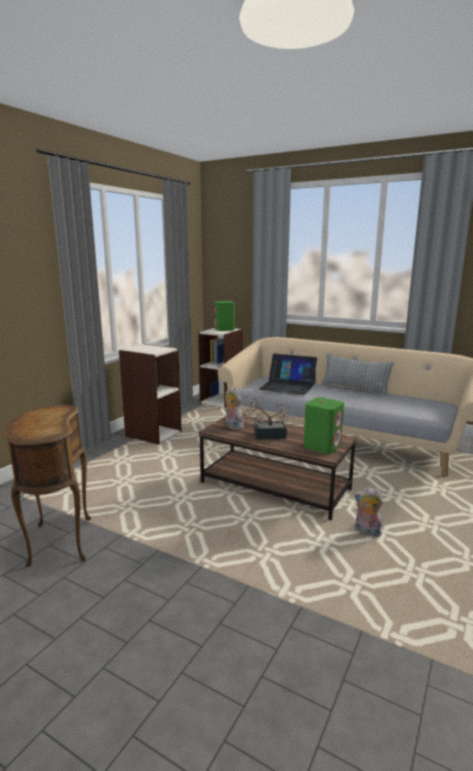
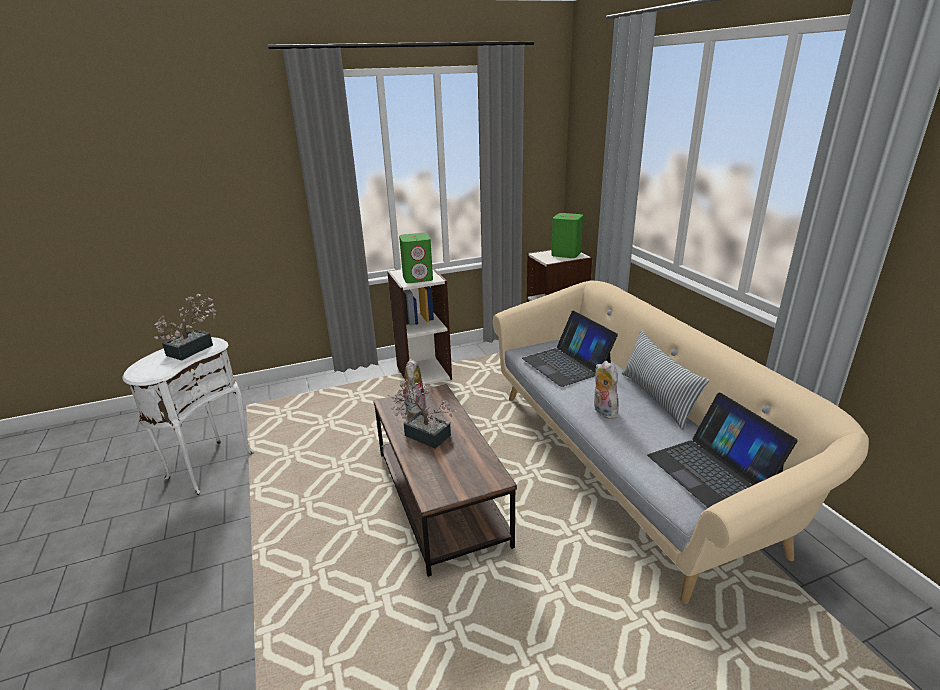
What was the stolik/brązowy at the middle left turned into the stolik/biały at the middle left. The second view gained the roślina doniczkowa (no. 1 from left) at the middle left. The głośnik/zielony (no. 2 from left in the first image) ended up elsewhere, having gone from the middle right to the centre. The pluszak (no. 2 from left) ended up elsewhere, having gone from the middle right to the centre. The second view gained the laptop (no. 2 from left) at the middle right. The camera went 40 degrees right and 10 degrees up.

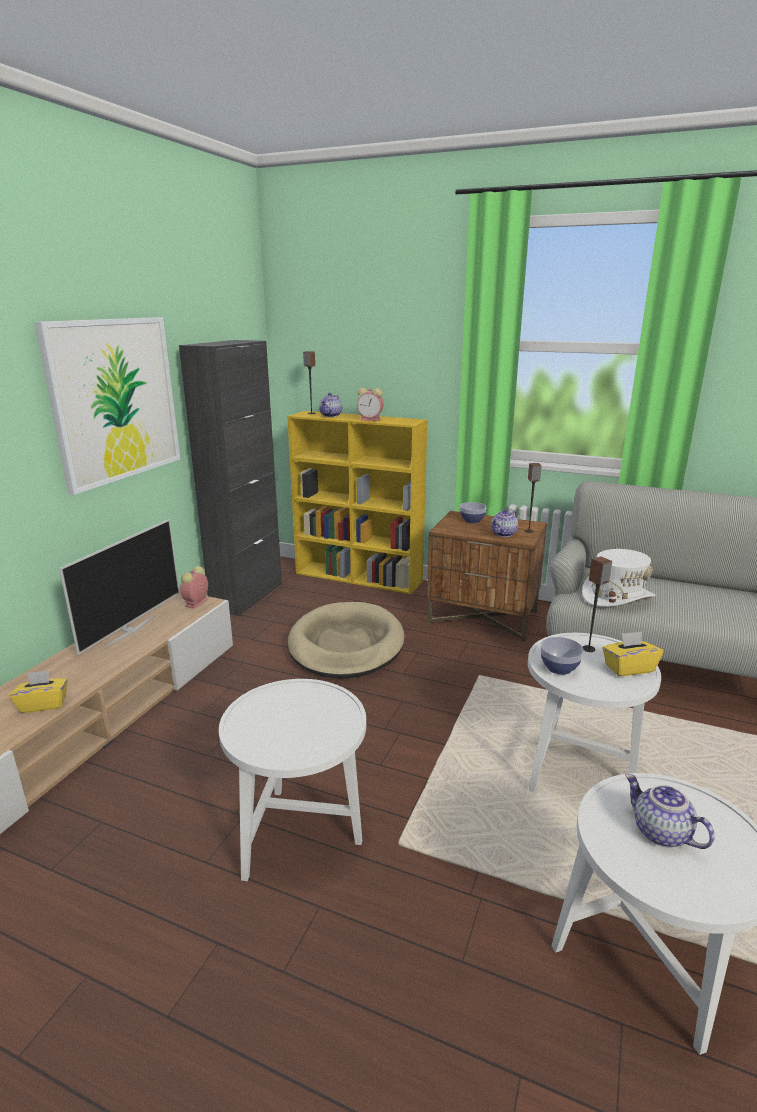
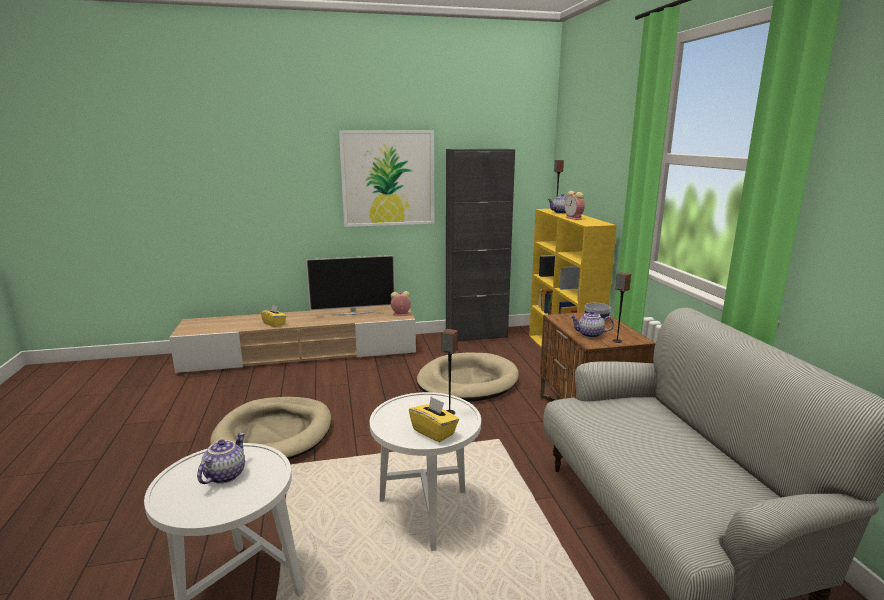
Where the stolik/biały (no. 1 from left) stood at the bottom centre, the legowisko/beżowy (no. 1 from left) came to stand at the bottom left. The second view lost the miska (no. 2 from left) at the middle right. The second view lost the kapelusz/biały at the middle right. The camera went 55 degrees right and 5 degrees down.

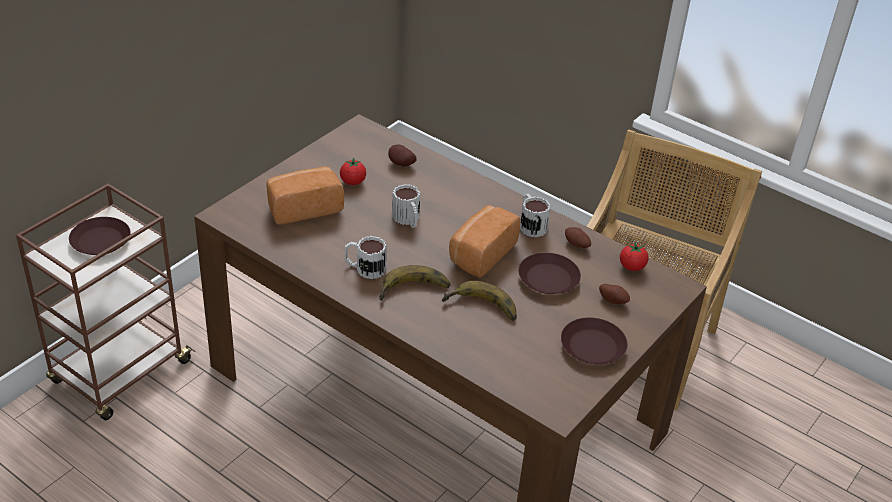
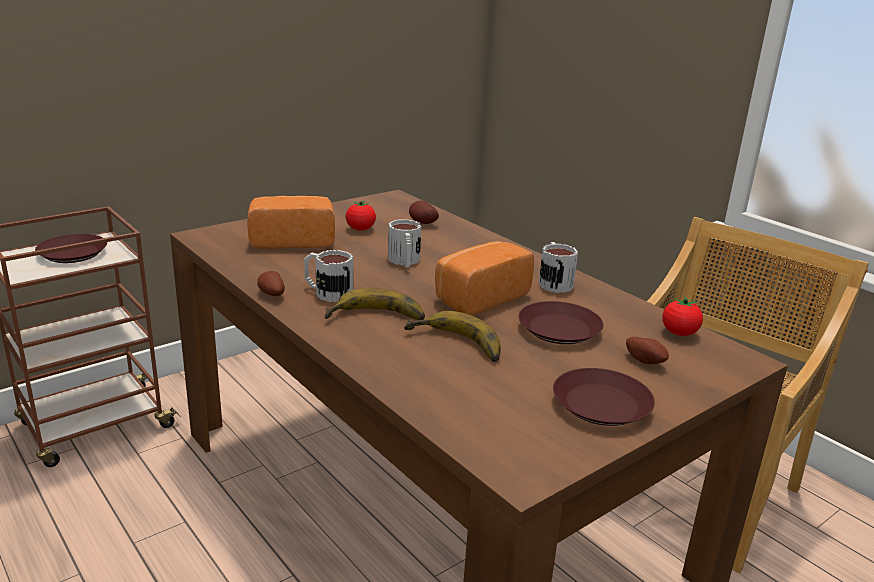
The ziemniak (no. 2 from left in the first image) ended up elsewhere, having gone from the centre to the middle left. The camera went 15 degrees right and 15 degrees down.

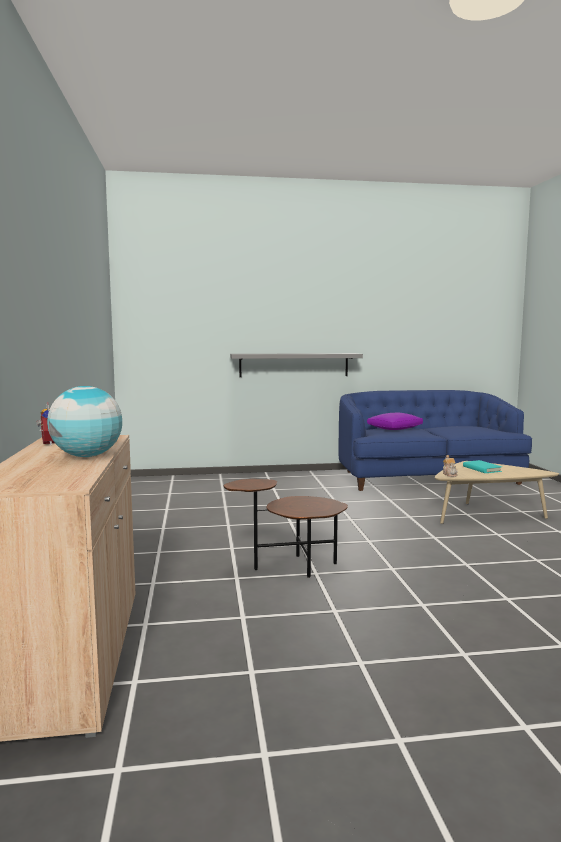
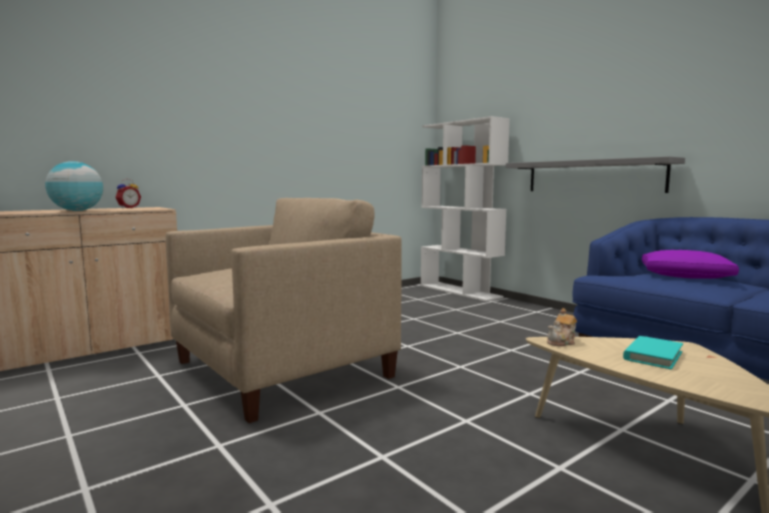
Where the stolik/brązowy stood at the centre, the fotel/beżowy came to stand at the centre. The second view gained the regał/biały at the centre. The camera went 60 degrees right and 0 degrees up.

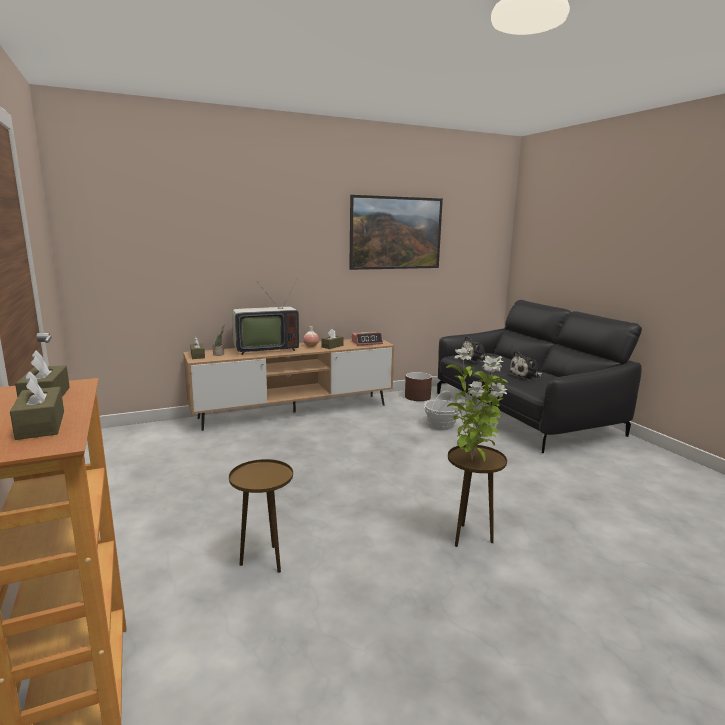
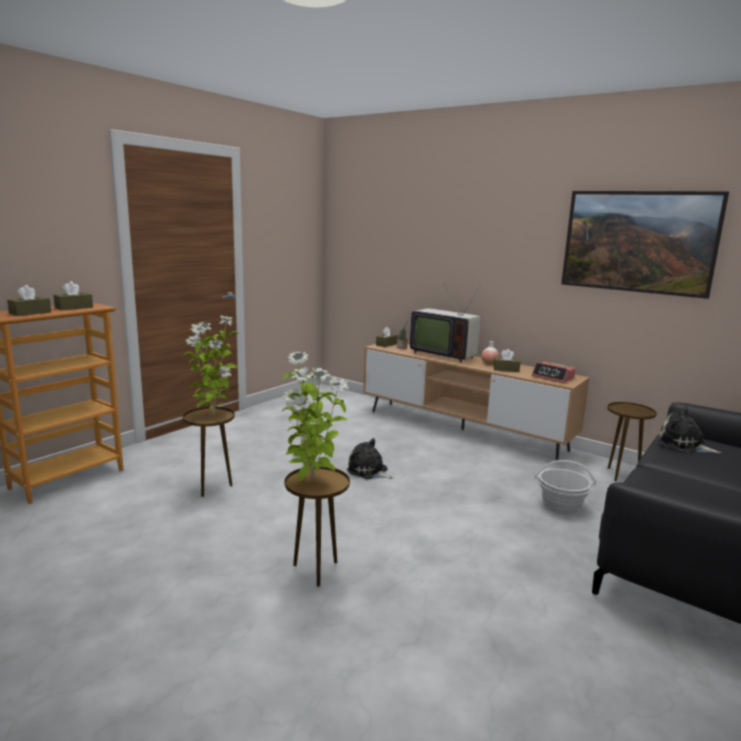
The second view gained the roślina doniczkowa (no. 1 from left) at the middle left. The pluszak (no. 2 from left in the first image) ended up elsewhere, having gone from the middle right to the centre. Where the donica/brązowy stood at the centre, the stolik/brązowy (no. 3 from left) came to stand at the middle right. The camera went 60 degrees right and 0 degrees up.

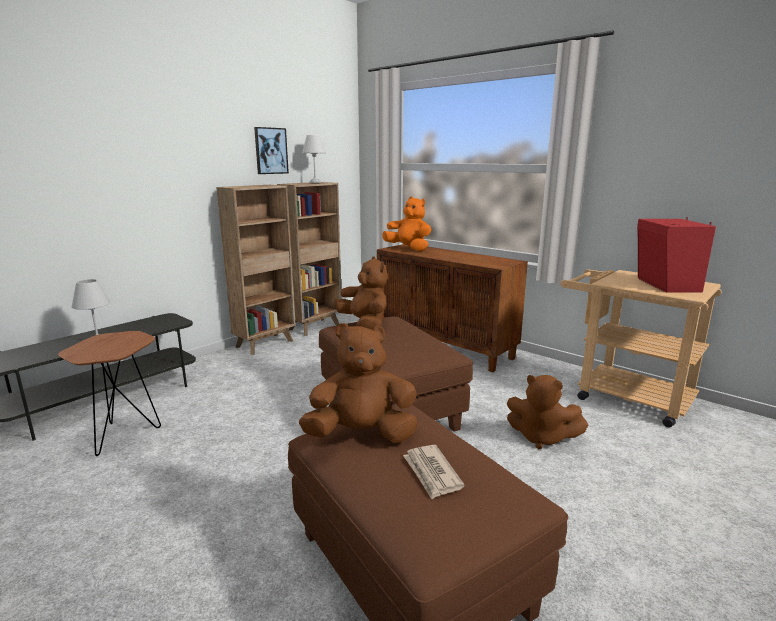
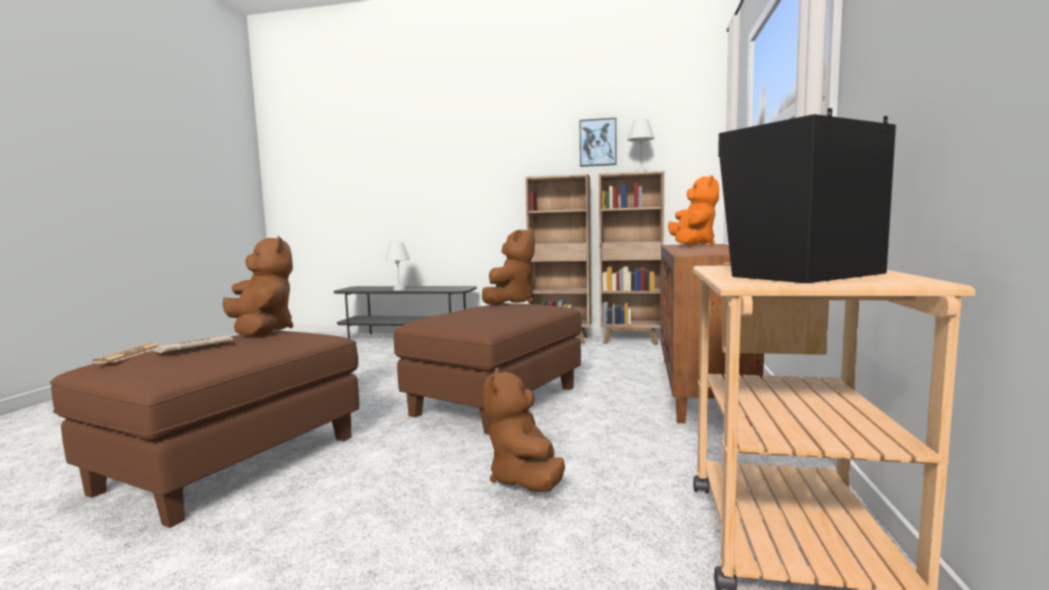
The second view gained the gazeta (no. 1 from left) at the middle left. What was the głośnik/czerwony at the middle right turned into the głośnik/czarny at the top right. The second view lost the stolik/brązowy at the middle left. The camera went 60 degrees right and 10 degrees down.

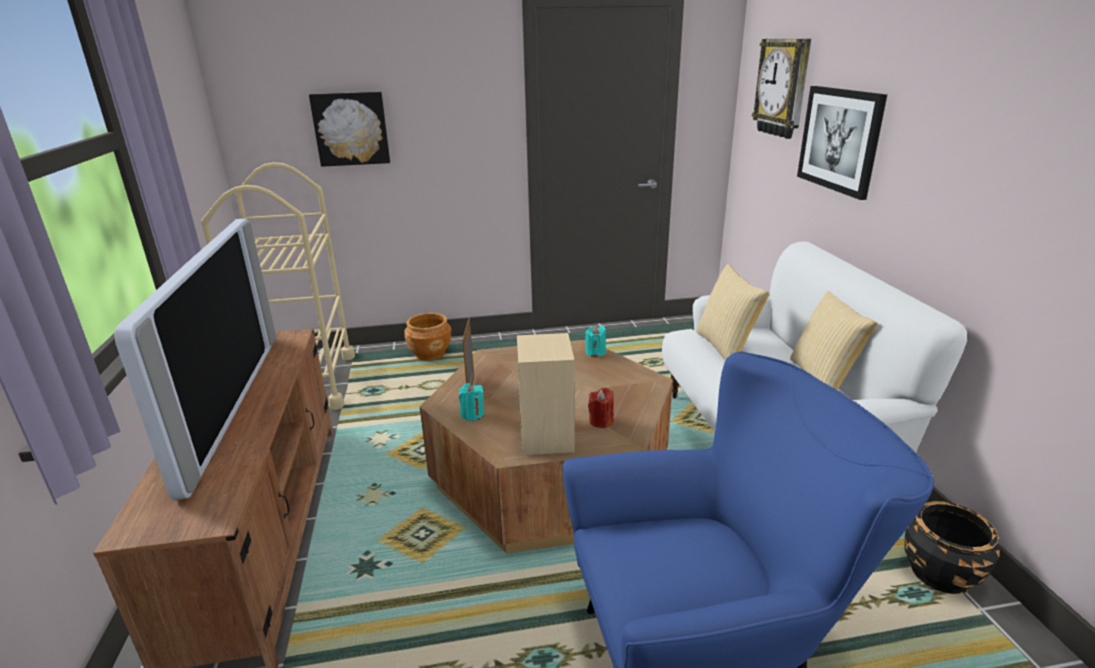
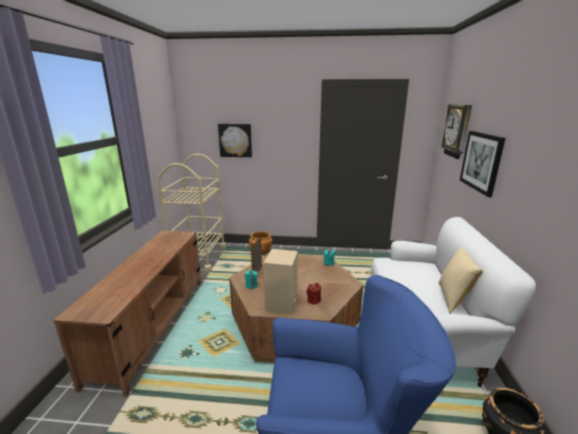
The second view lost the telewizor at the middle left. The second view lost the poduszka (no. 1 from left) at the middle right. The camera went 15 degrees right and 5 degrees down.

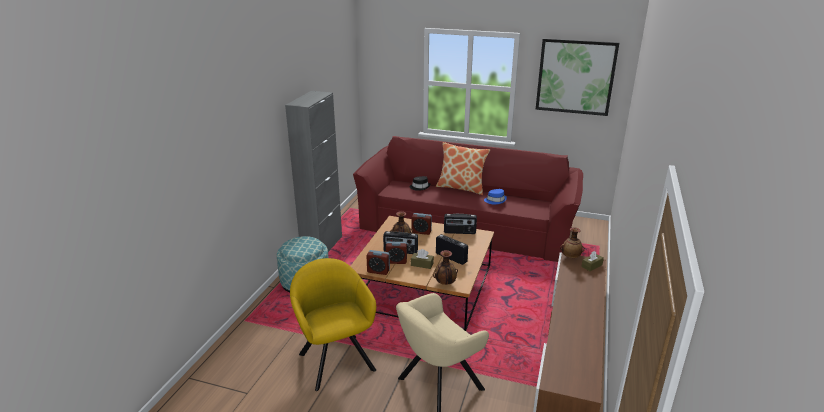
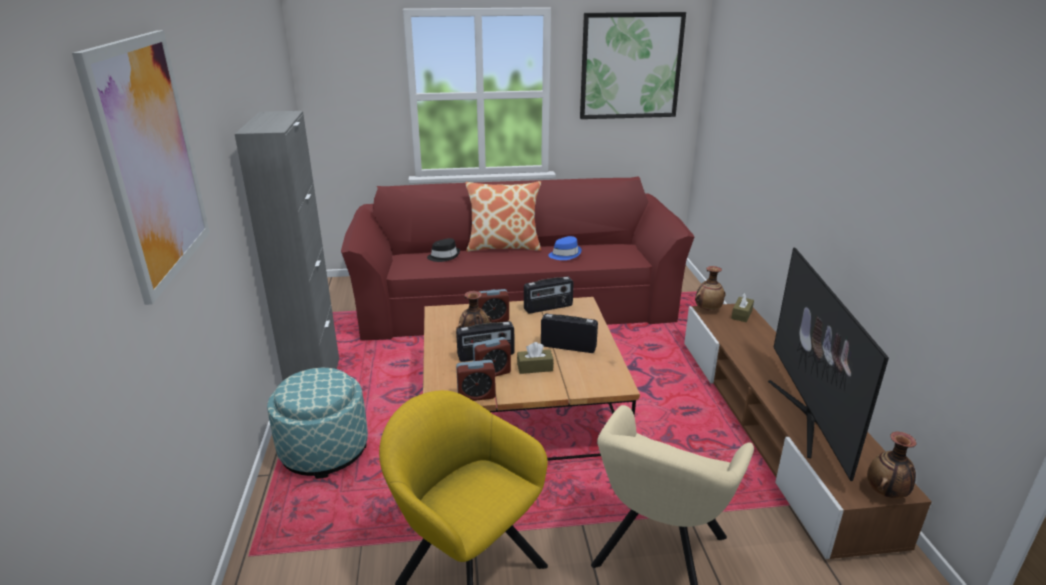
The second view gained the obraz (no. 1 from left) at the top left. The second view gained the telewizor at the middle right. The wazon (no. 2 from left in the first image) ended up elsewhere, having gone from the centre to the bottom right. The camera went 25 degrees left and 0 degrees up.

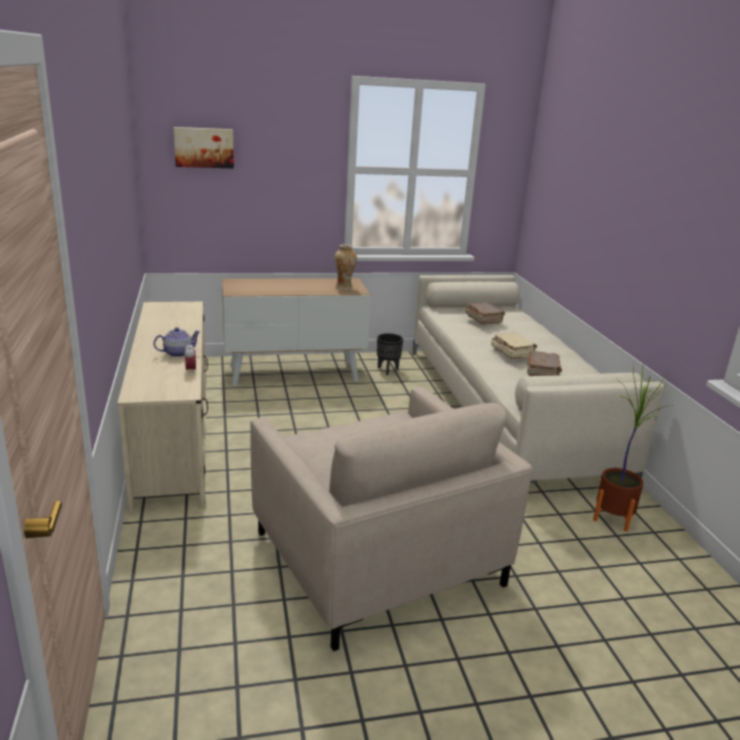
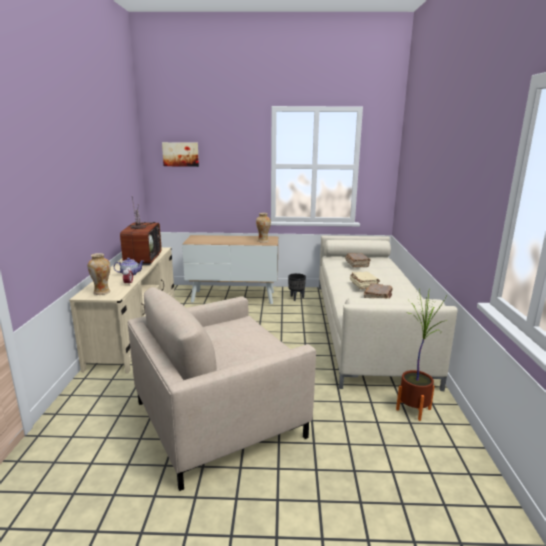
The second view gained the wazon (no. 1 from left) at the middle left. The second view gained the telewizor at the middle left. The fotel/beżowy at the bottom centre ended up facing another way, 75 degrees clockwise from before. The camera went 15 degrees right and 5 degrees down.

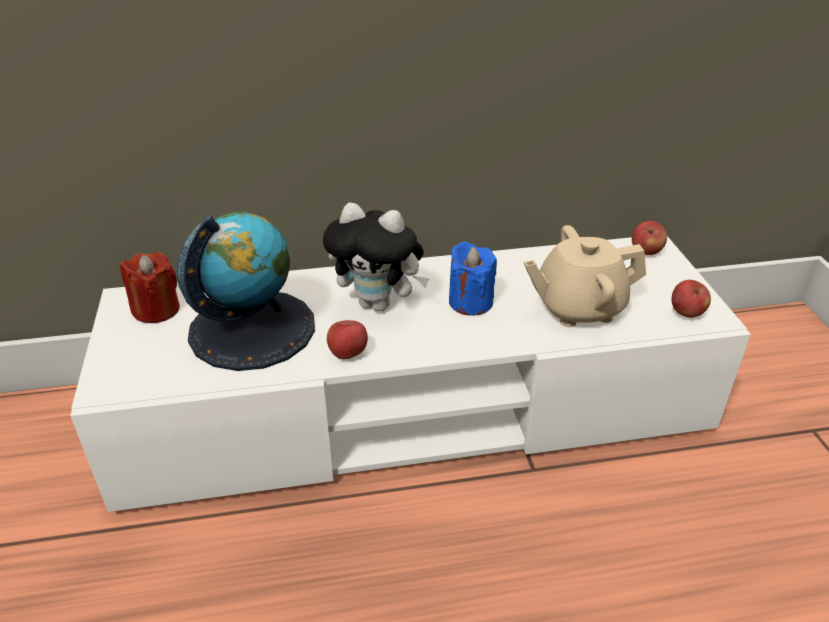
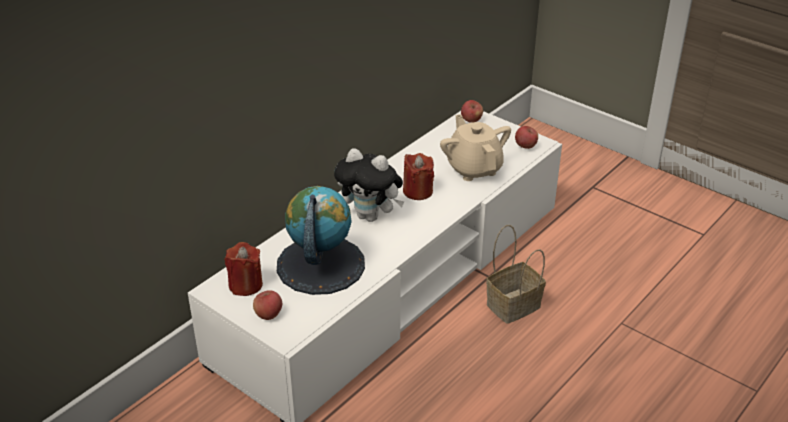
The jabłko (no. 1 from left) ended up elsewhere, having gone from the centre to the bottom centre. The pluszak at the centre ended up facing another way, 45 degrees clockwise from before. What was the świeca/niebieski at the centre turned into the świeca/czerwony (no. 2 from left) at the centre. The imbryk/beżowy at the middle right ended up facing another way, 120 degrees clockwise from before. The second view gained the koszyk at the centre. The camera went 40 degrees left and 0 degrees up.

